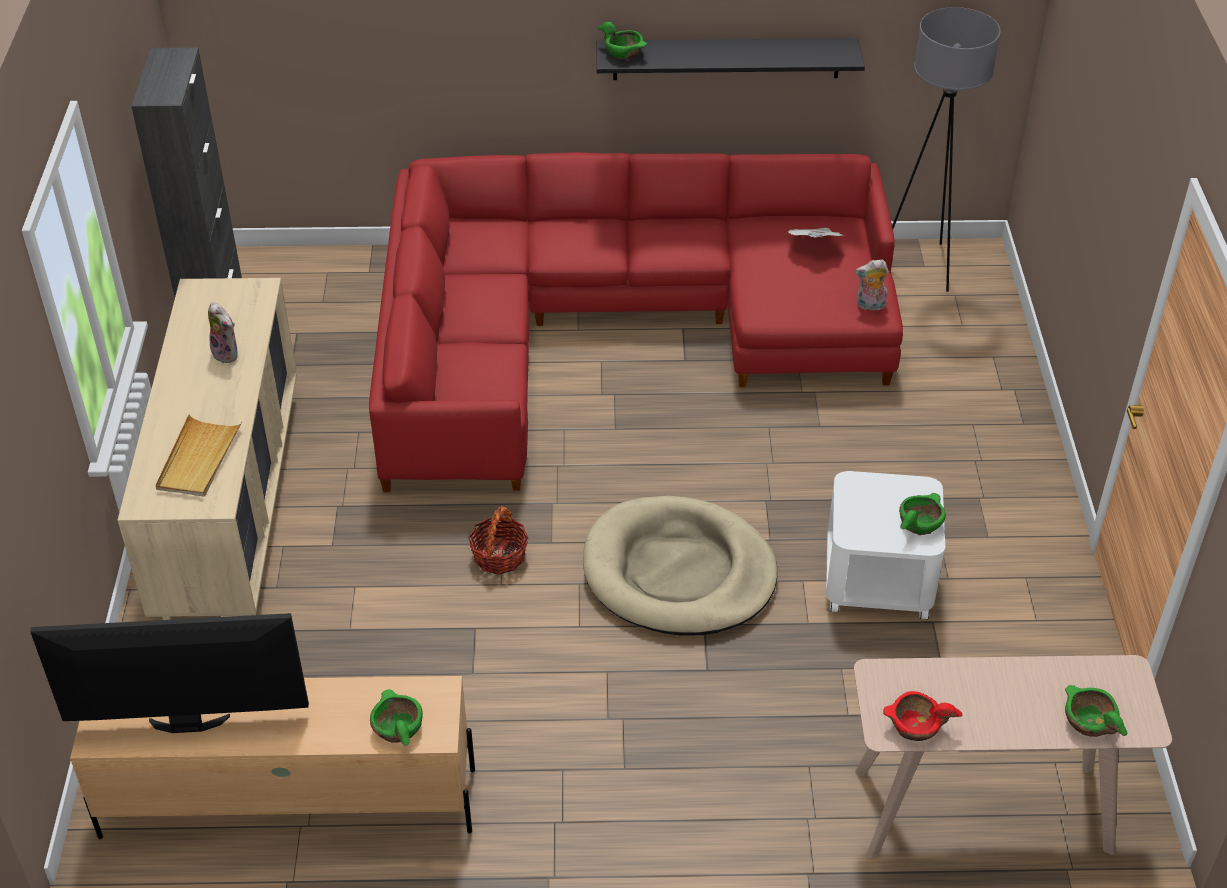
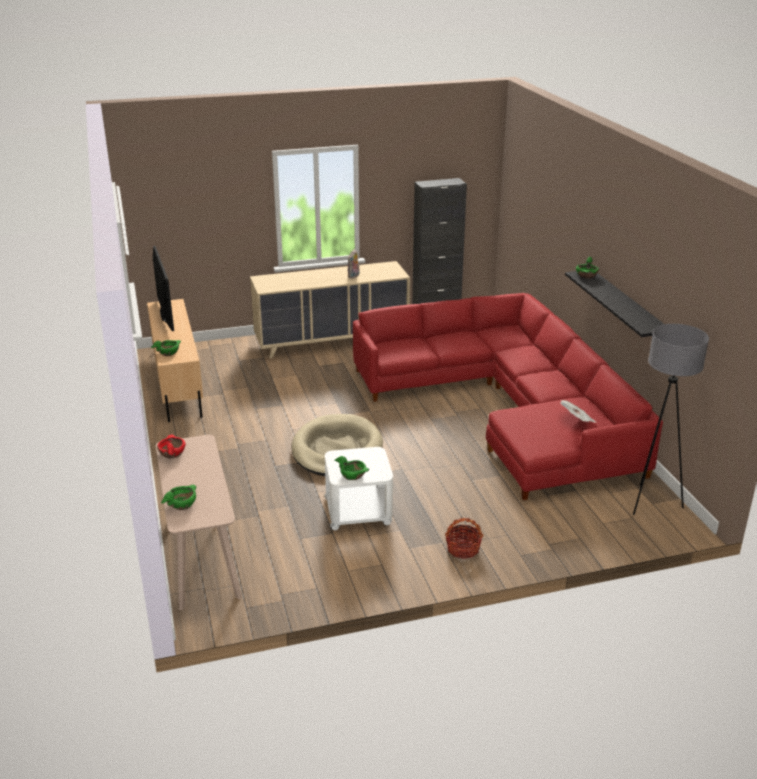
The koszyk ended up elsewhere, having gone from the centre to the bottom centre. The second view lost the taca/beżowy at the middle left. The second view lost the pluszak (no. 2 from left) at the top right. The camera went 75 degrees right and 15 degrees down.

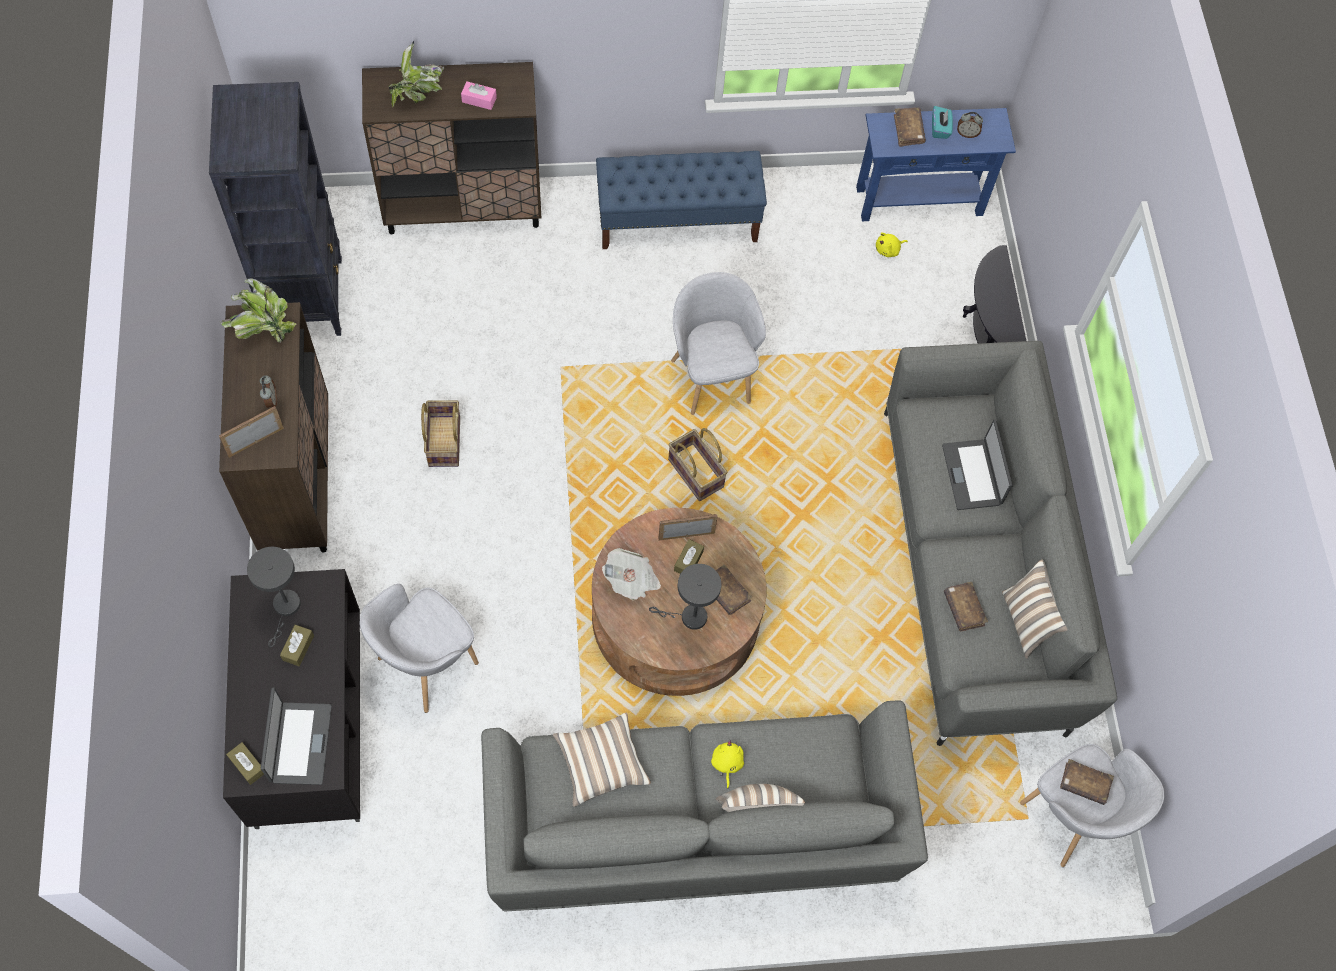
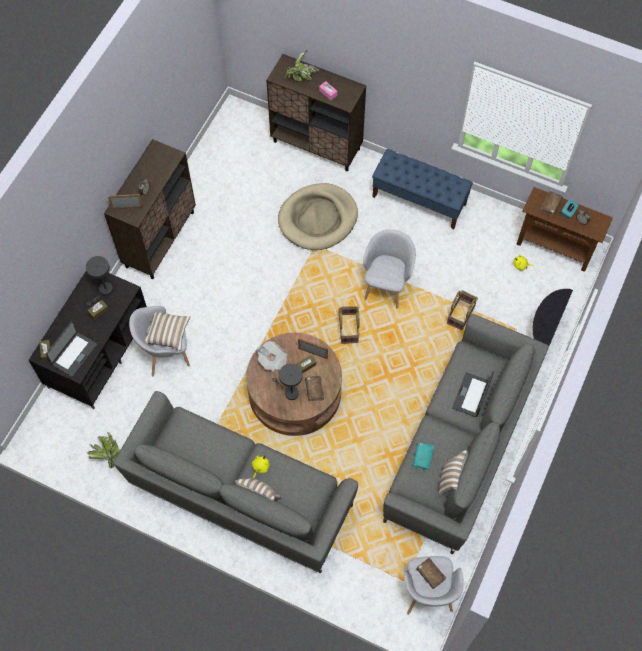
The roślina doniczkowa (no. 1 from left) ended up elsewhere, having gone from the top left to the bottom left. The poduszka (no. 1 from left) ended up elsewhere, having gone from the bottom centre to the middle left. The second view gained the legowisko/beżowy at the top centre. What was the książka/brązowy (no. 3 from left) at the middle right turned into the książka/turkusowy at the bottom centre. The koszyk (no. 1 from left in the first image) ended up elsewhere, having gone from the middle left to the middle right. What was the stolik konsolowy/niebieski at the top right turned into the stolik konsolowy/brązowy at the middle right. The second view lost the regał/czarny at the top left. The camera went 35 degrees right and 0 degrees up.

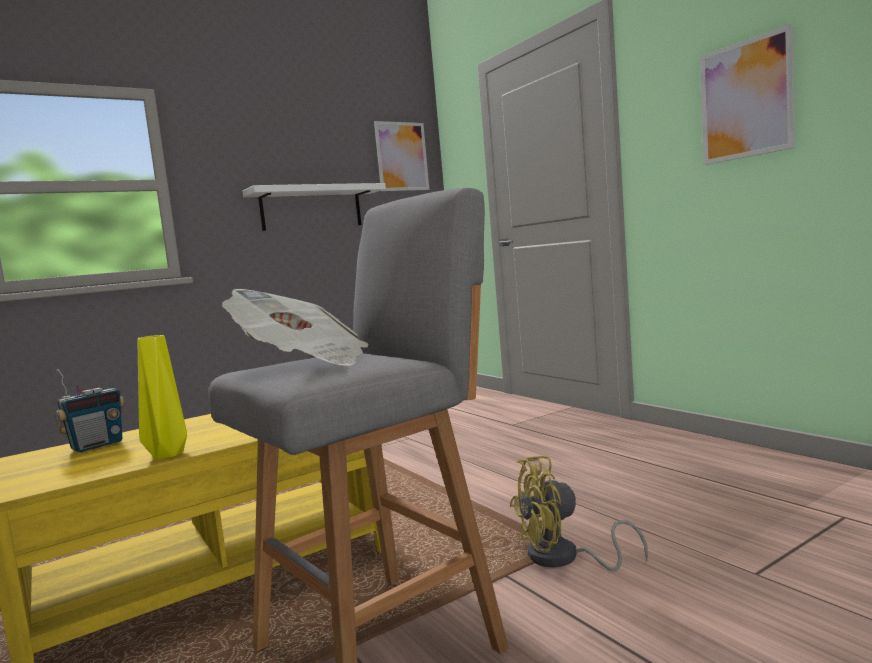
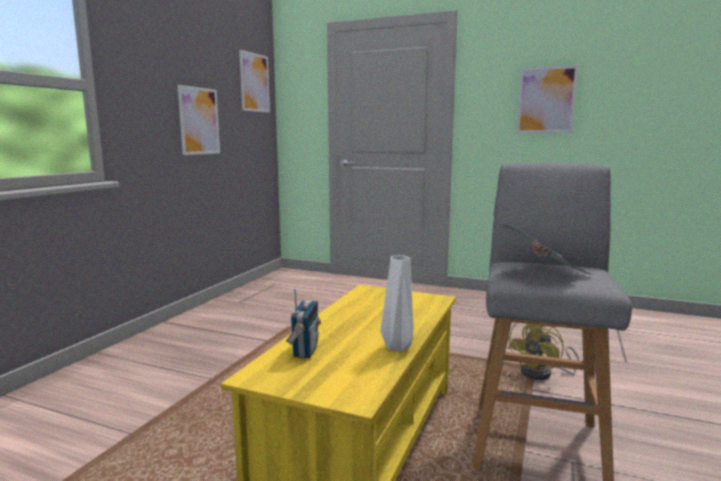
Where the półka/biały hung at the top centre, the obraz (no. 1 from left) came to hang at the top left. What was the wazon/żółty at the middle left turned into the wazon/biały at the centre. The camera went 35 degrees left and 5 degrees up.

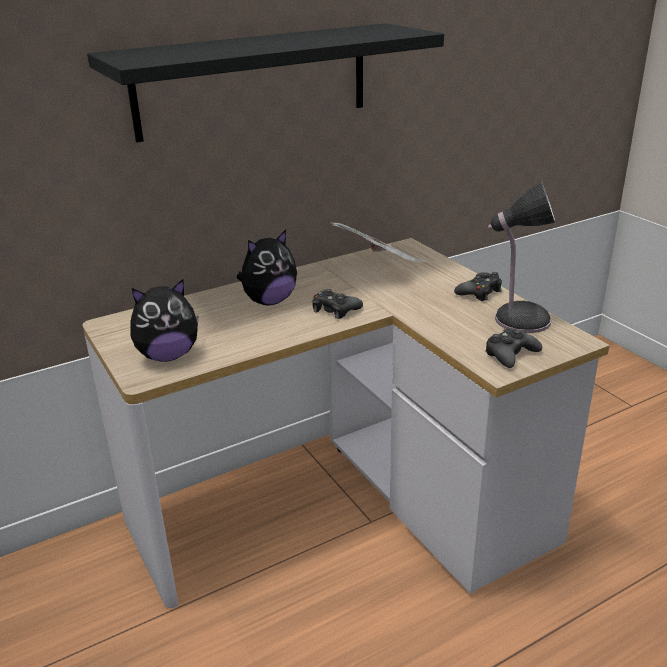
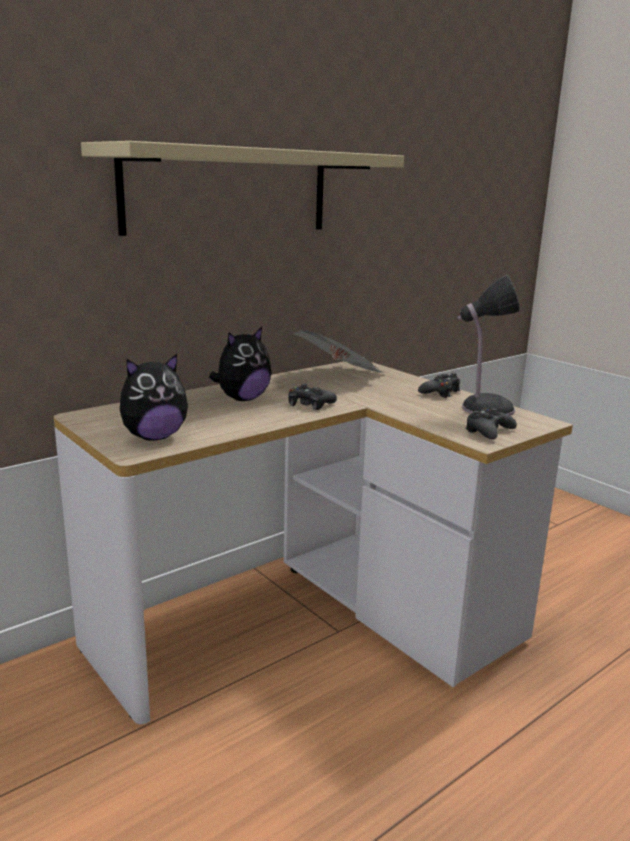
What was the półka/czarny at the top centre turned into the półka/beżowy at the top centre. The camera went 10 degrees left and 10 degrees down.

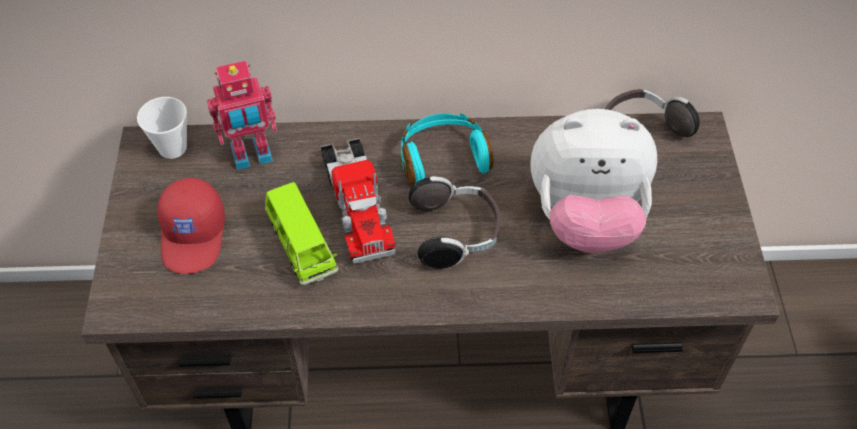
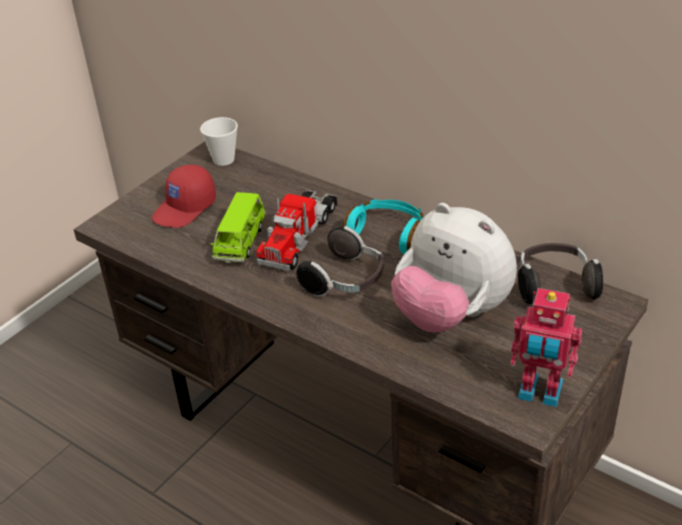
The robot zabawkowy ended up elsewhere, having gone from the top left to the middle right. The camera went 40 degrees right and 15 degrees down.

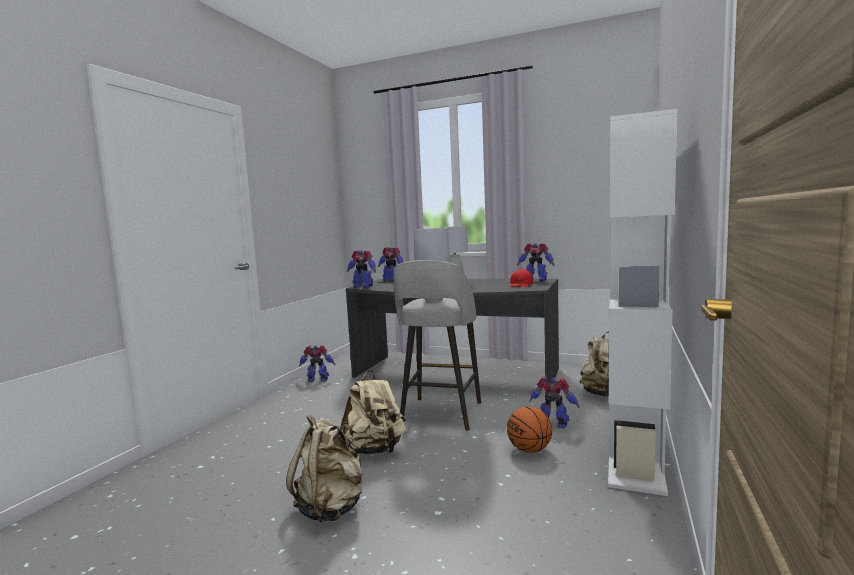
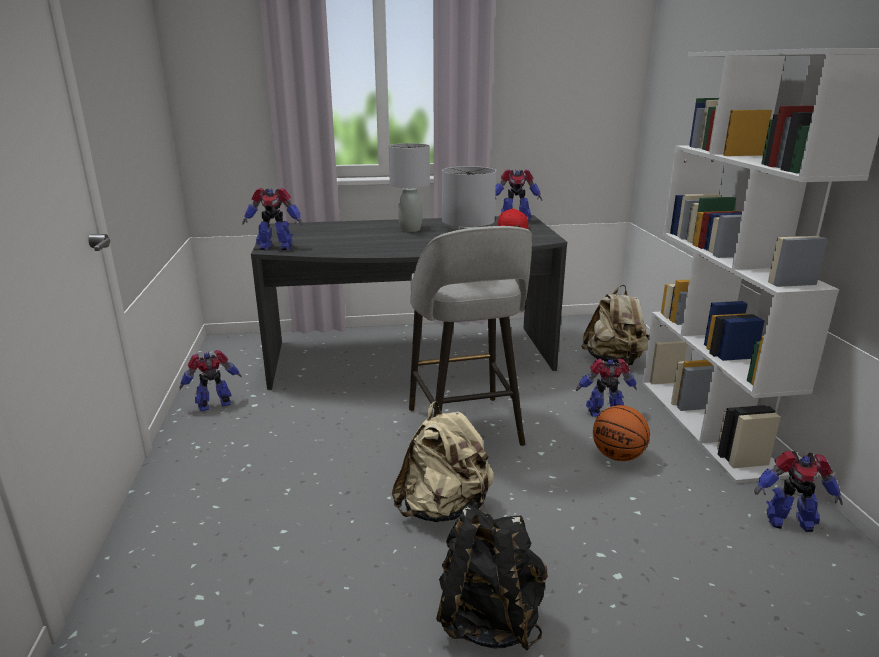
What was the plecak/beżowy (no. 1 from left) at the bottom centre turned into the plecak/czarny at the bottom centre. The robot zabawkowy (no. 3 from left in the first image) ended up elsewhere, having gone from the centre to the bottom right. The camera went 30 degrees left and 15 degrees up.

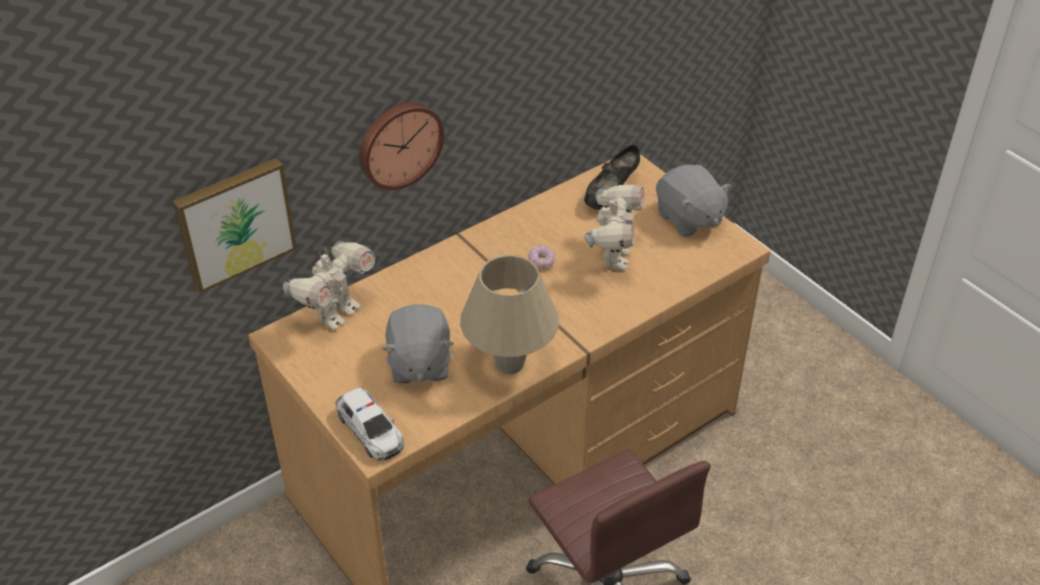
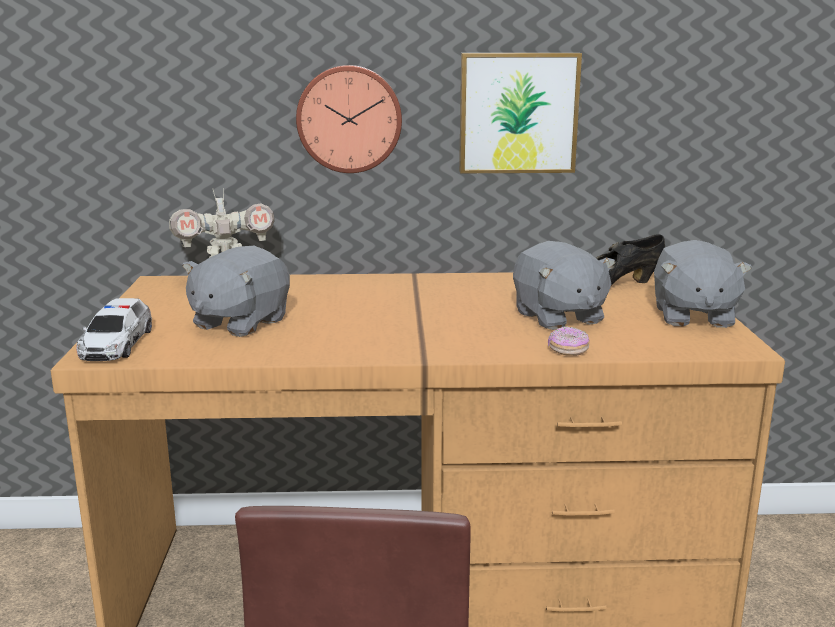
The obraz ended up elsewhere, having gone from the middle left to the top centre. Where the robot zabawkowy (no. 2 from left) stood at the centre, the pluszak/szary (no. 2 from left) came to stand at the middle right. The donut ended up elsewhere, having gone from the centre to the middle right. The second view lost the lampa stołowa/beżowy at the centre. The camera went 35 degrees right and 25 degrees down.

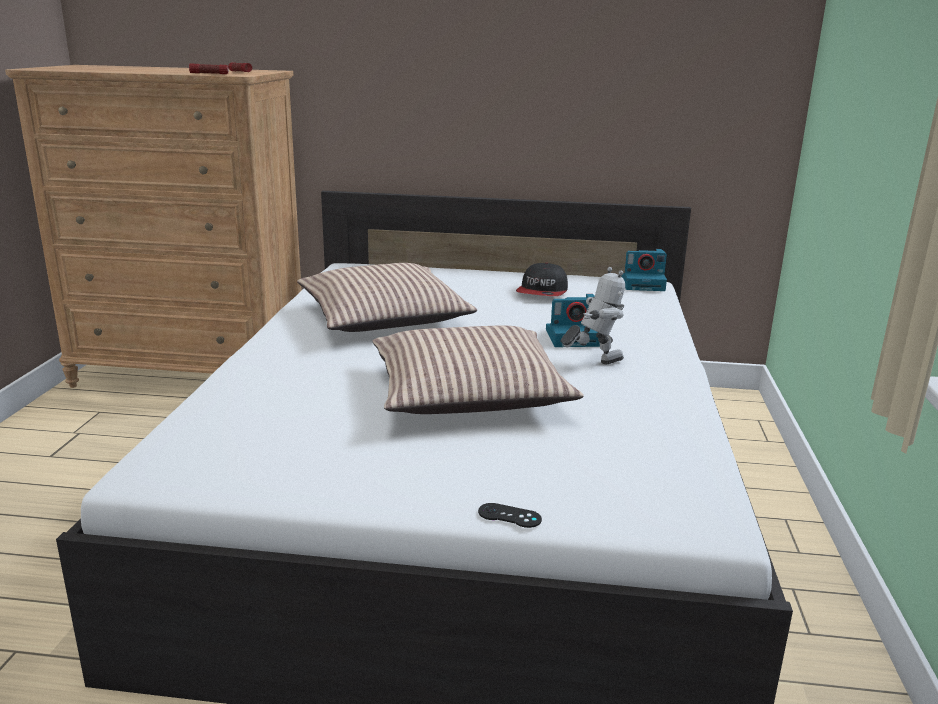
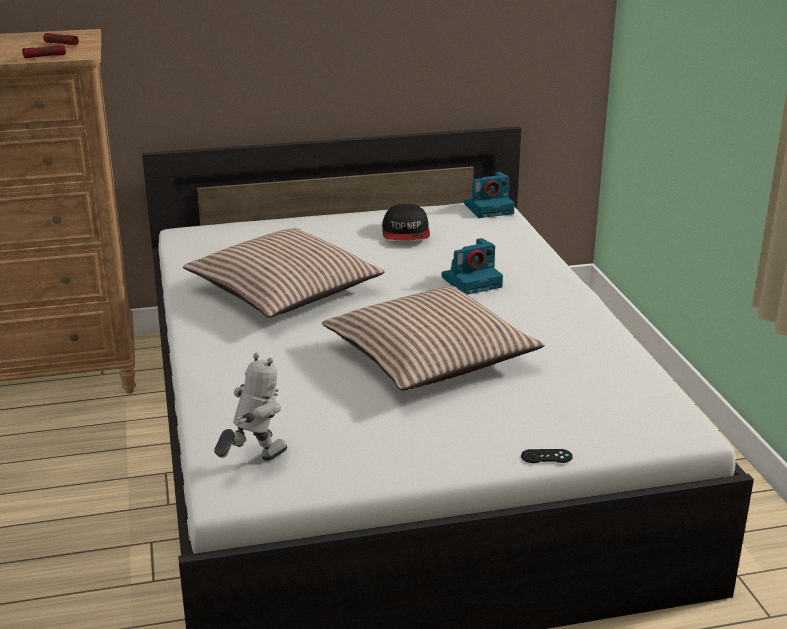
The robot zabawkowy ended up elsewhere, having gone from the centre to the middle left. The camera went 20 degrees left and 5 degrees up.

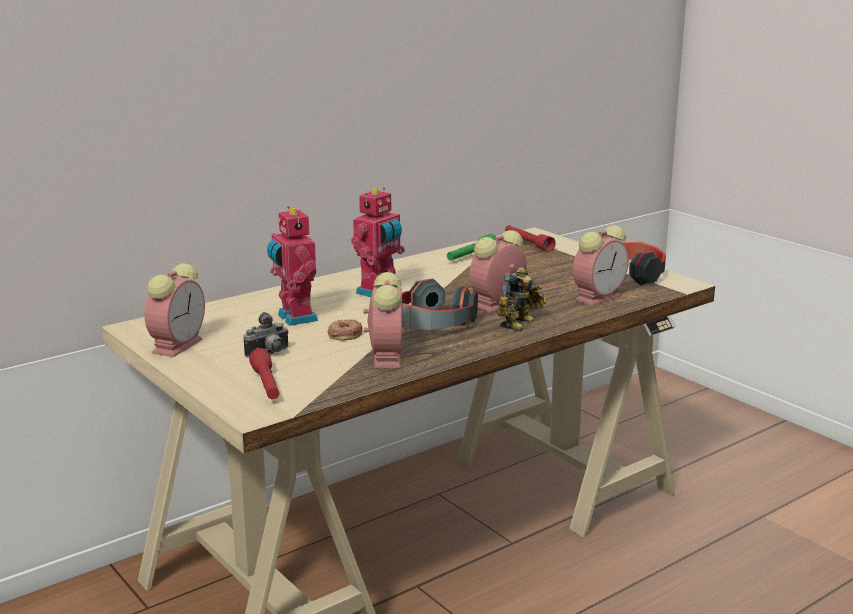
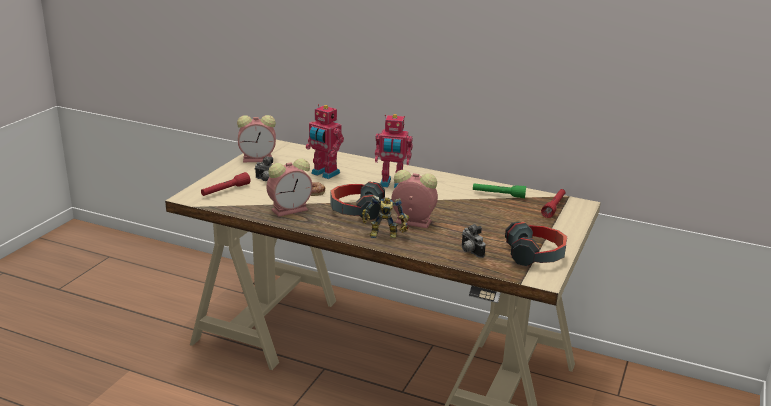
The robot zabawkowy (no. 1 from left) at the centre ended up facing another way, 90 degrees counterclockwise from before. Where the budzik (no. 4 from left) stood at the middle right, the aparat fotograficzny (no. 2 from left) came to stand at the centre. The camera went 60 degrees right and 5 degrees up.

